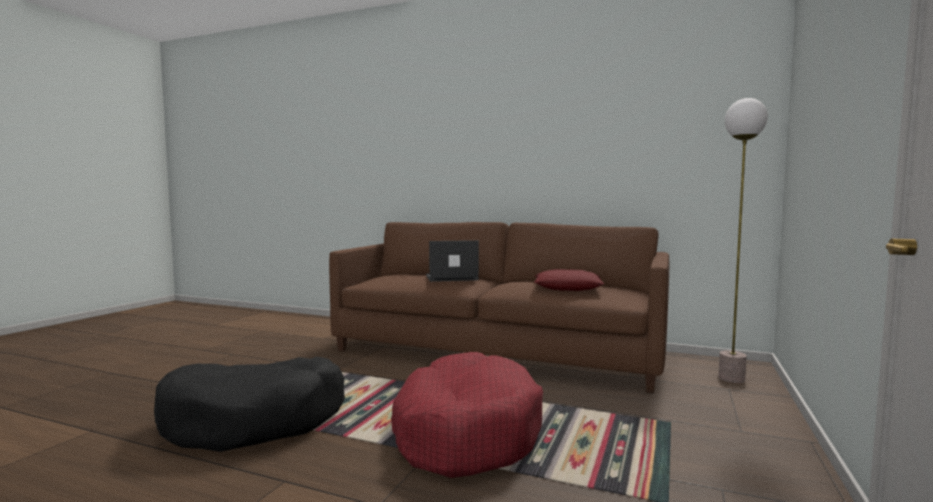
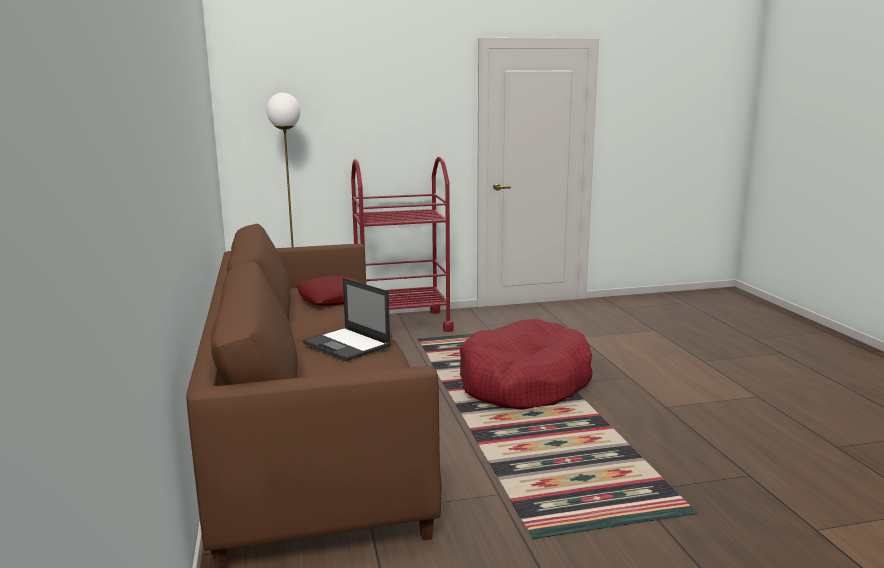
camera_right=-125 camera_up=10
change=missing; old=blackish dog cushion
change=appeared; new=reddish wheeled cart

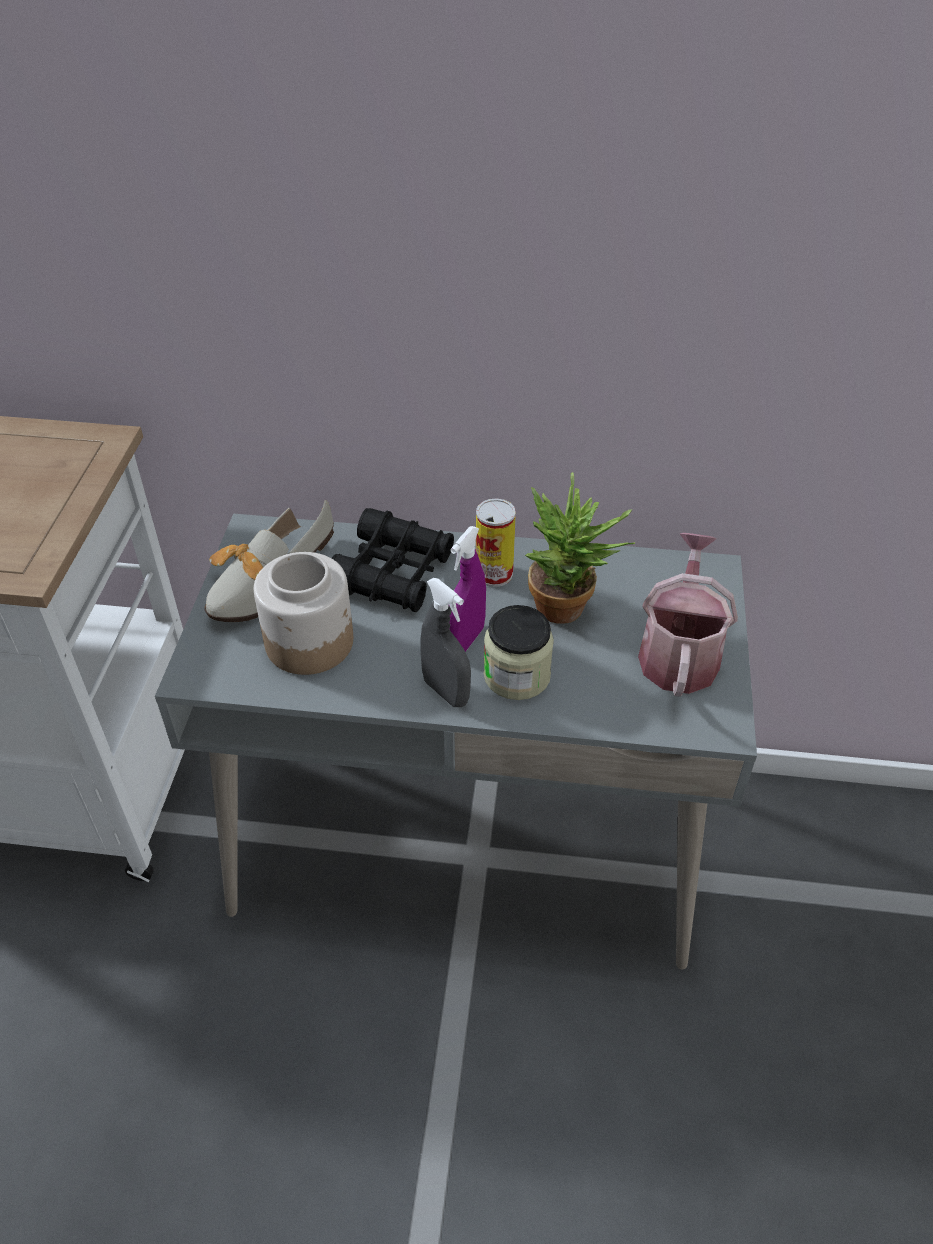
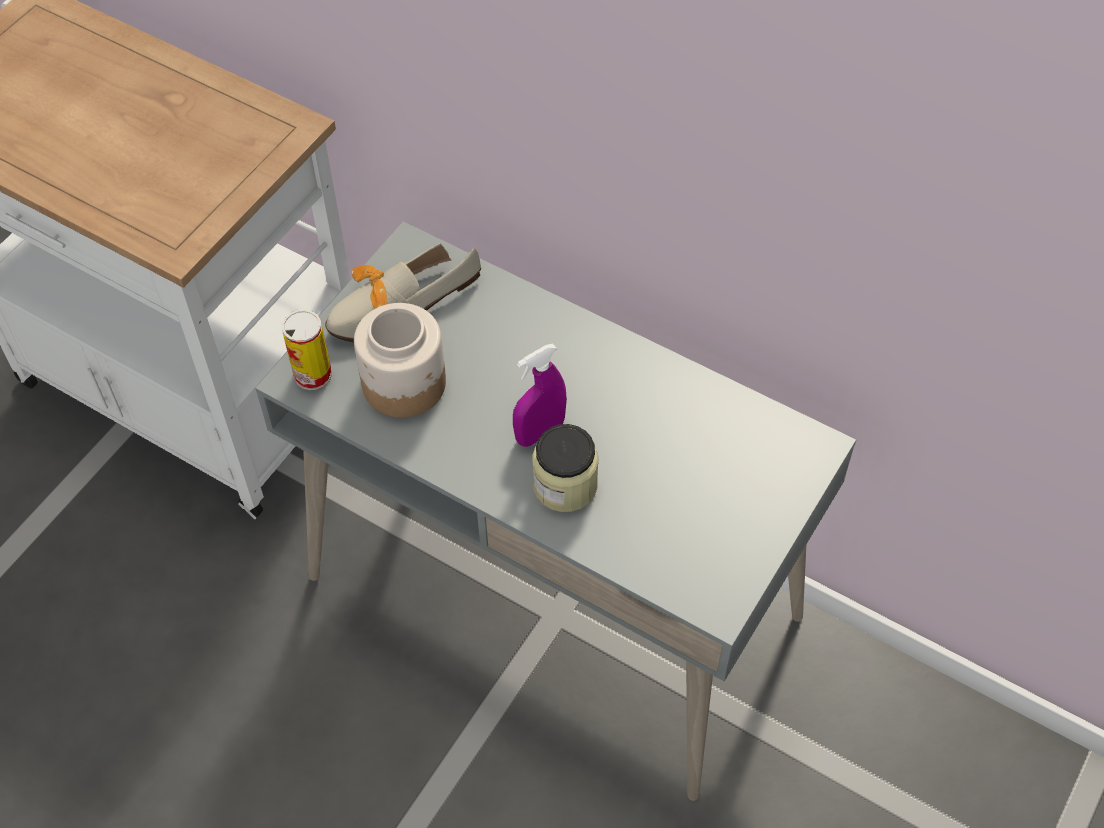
camera_right=25 camera_up=10
change=missing; old=potted plant
change=relocated; old=metal can
change=missing; old=blackish binoculars
change=missing; old=sprinkling can
change=missing; old=gray spray bottle

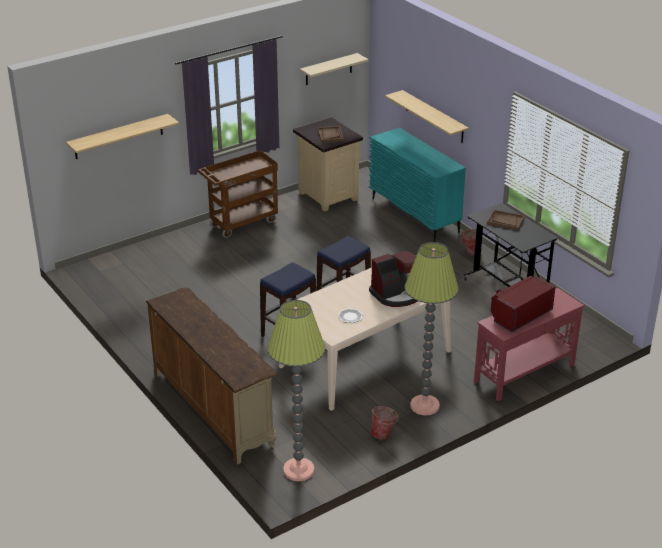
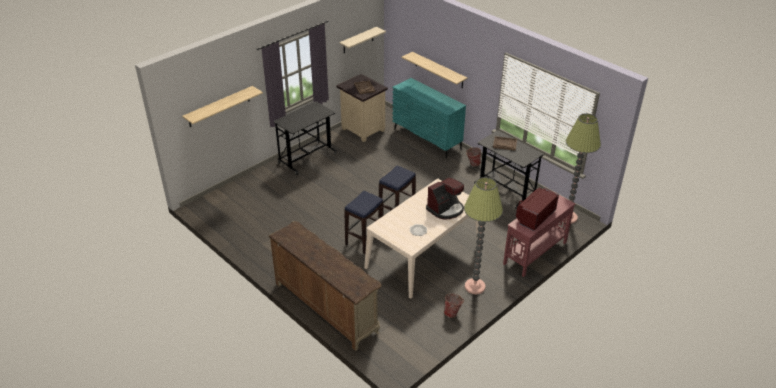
camera_right=-10 camera_up=5
change=exchanged; old=brownish wheeled cart; new=blackish desk table (no. 1 from left)
change=relocated; old=standing lamp (no. 1 from left in the first image); new=standing lamp (no. 2 from left)

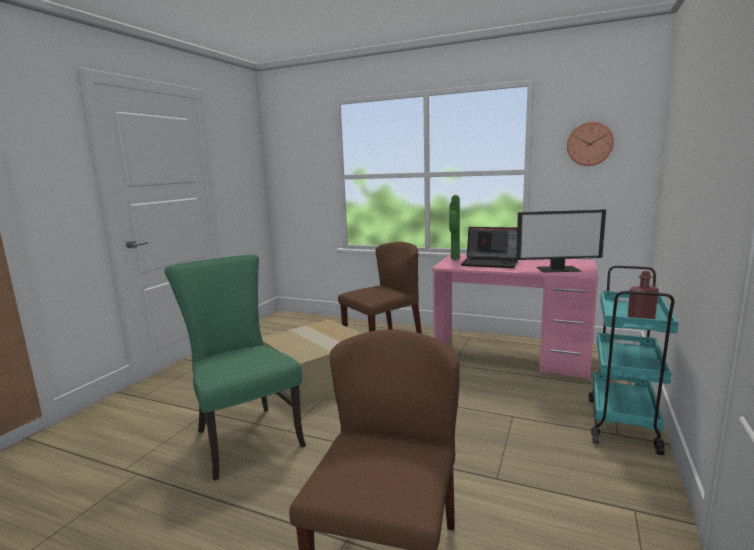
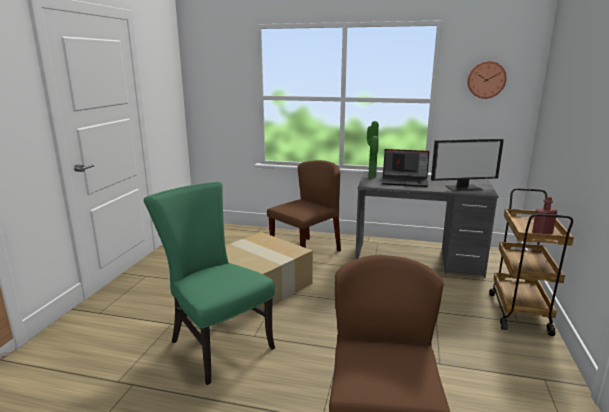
camera_right=-10 camera_up=5
change=colour; old=pinkish desk table; new=gray desk table
change=colour; old=turquoise-coloured wheeled cart; new=brownish wheeled cart

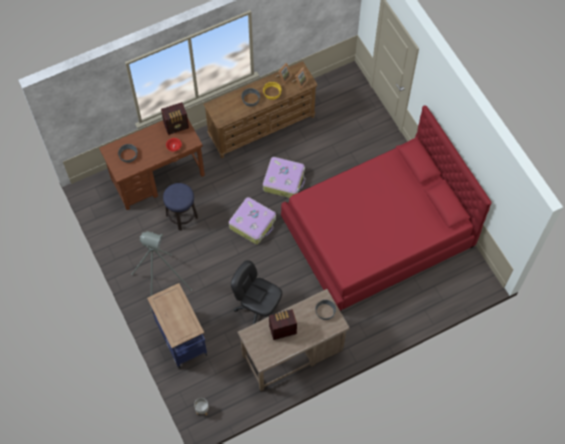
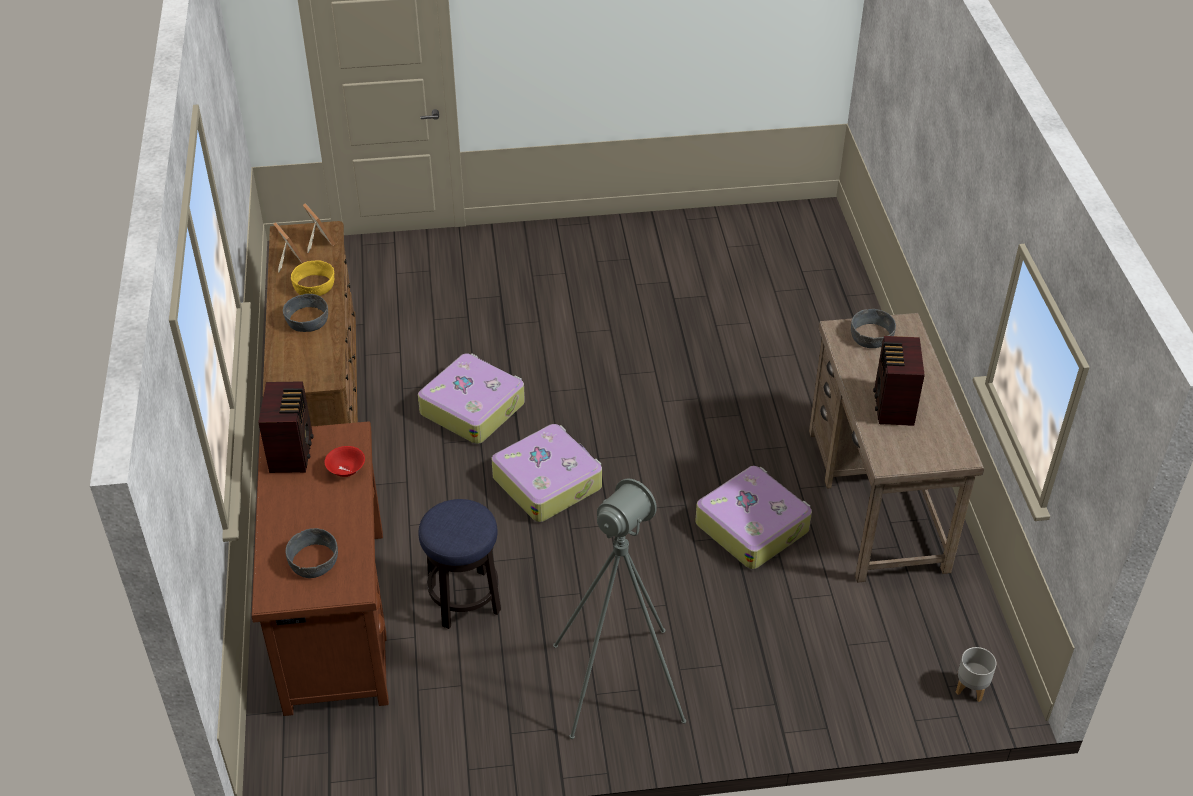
camera_right=-70 camera_up=-20
change=missing; old=reddish bed
change=exchanged; old=blackish office chair; new=suitcase (no. 3 from left)
change=missing; old=blue-coloured wheeled cart

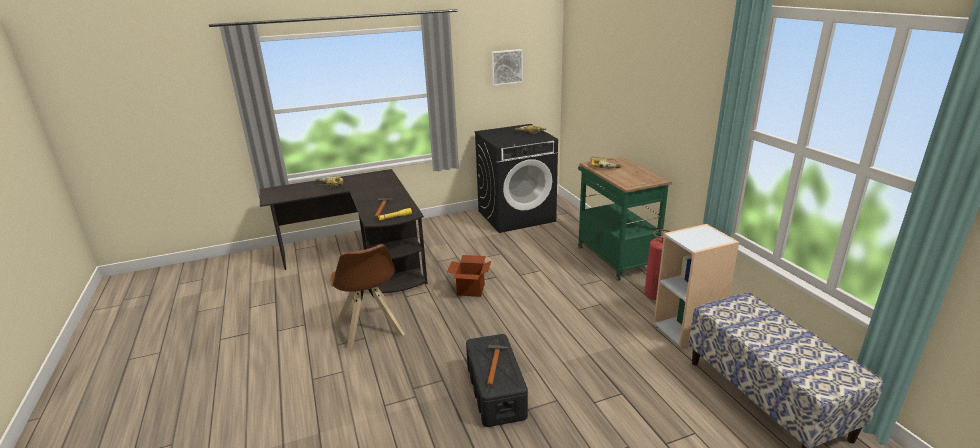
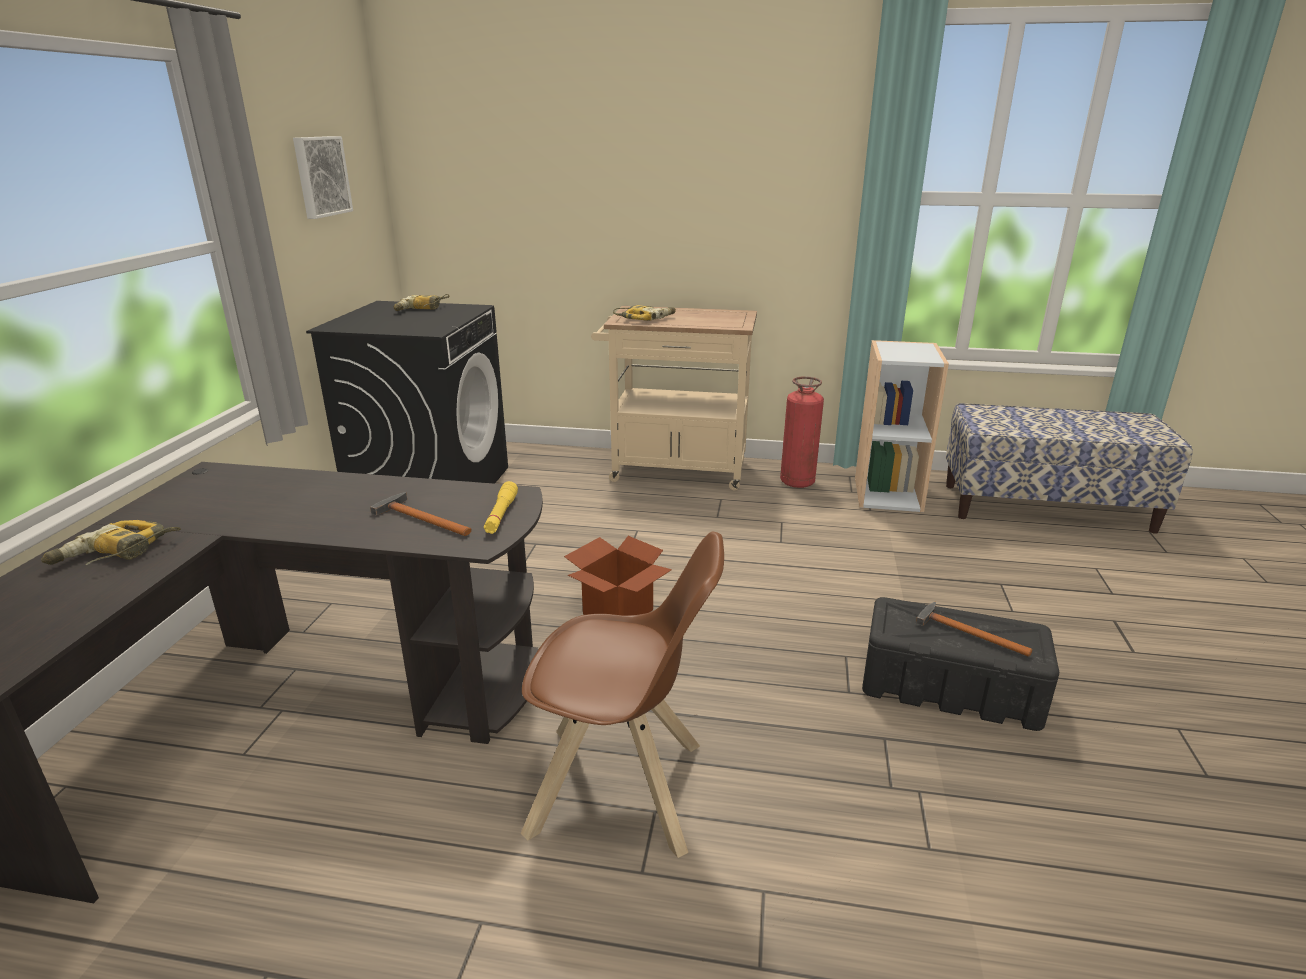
camera_right=-60 camera_up=0
change=colour; old=green-coloured wheeled cart; new=beige wheeled cart

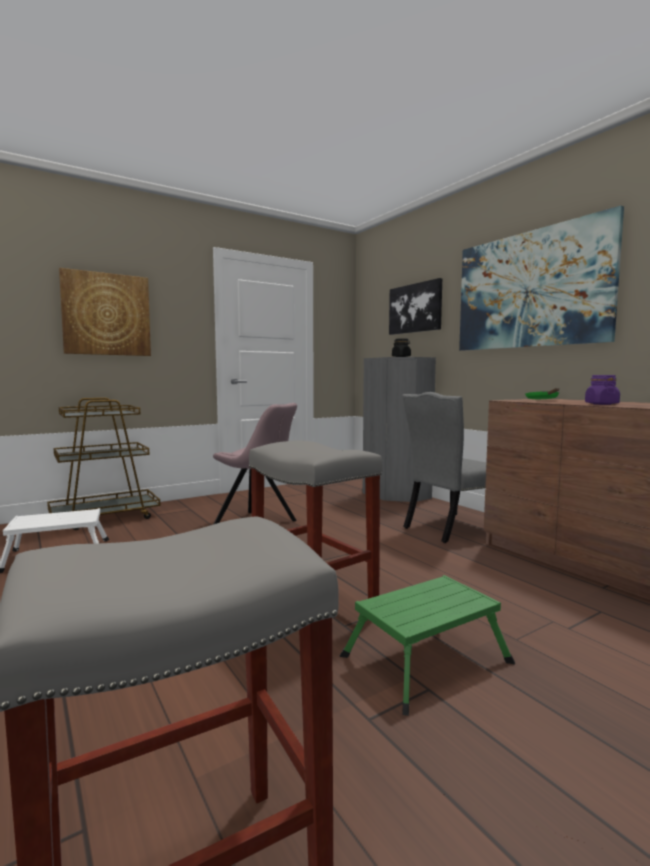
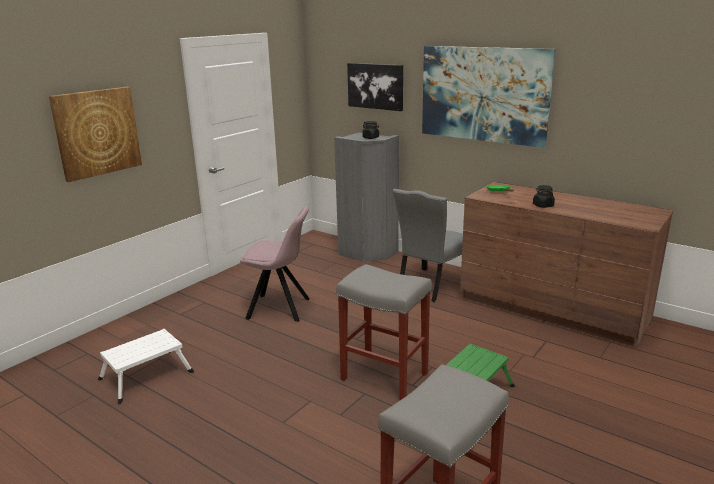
camera_right=-20 camera_up=15
change=colour; old=purplish preserve jar; new=blackish preserve jar (no. 2 from left)
change=missing; old=brownish wheeled cart

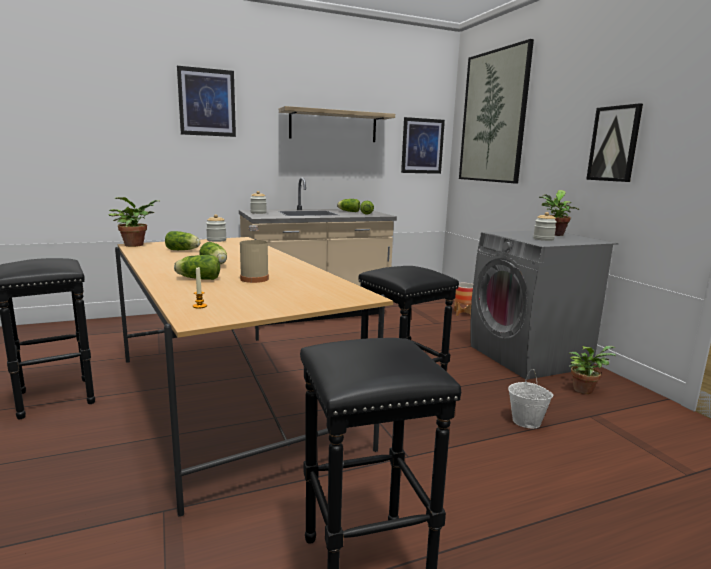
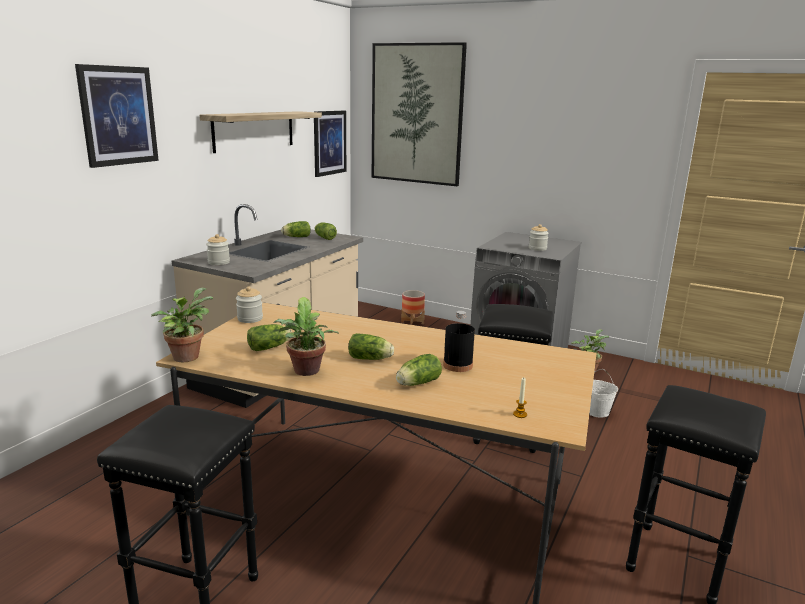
camera_right=-40 camera_up=5
change=missing; old=wall picture (no. 4 from left)
change=relocated; old=potted plant (no. 2 from left)
change=colour; old=beige drink bottle; new=blackish drink bottle

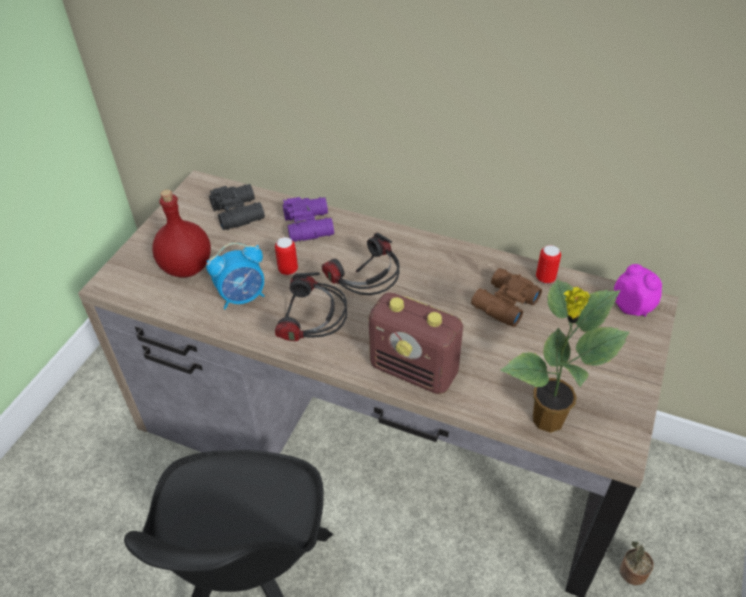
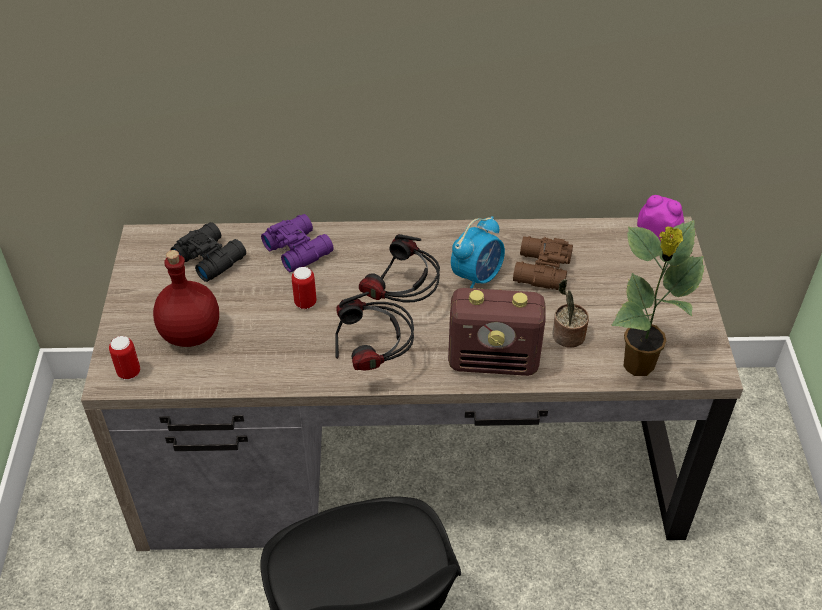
camera_right=-25 camera_up=0
change=relocated; old=table clock (no. 1 from left)
change=relocated; old=metal can (no. 2 from left in the first image); new=metal can (no. 1 from left)
change=relocated; old=potted plant (no. 2 from left in the first image); new=potted plant (no. 1 from left)

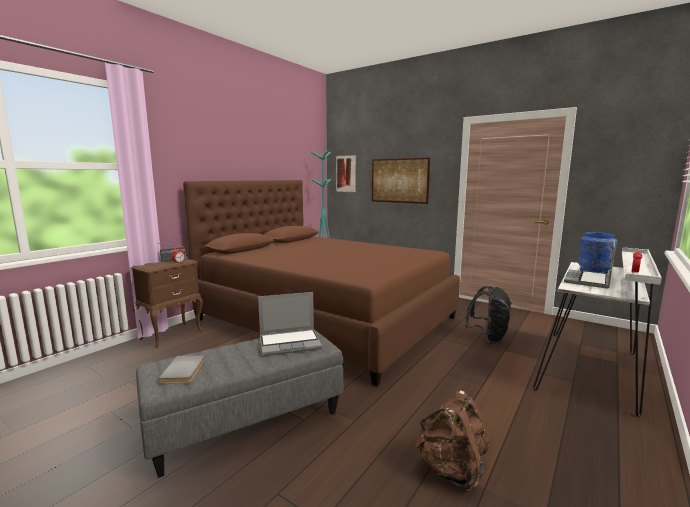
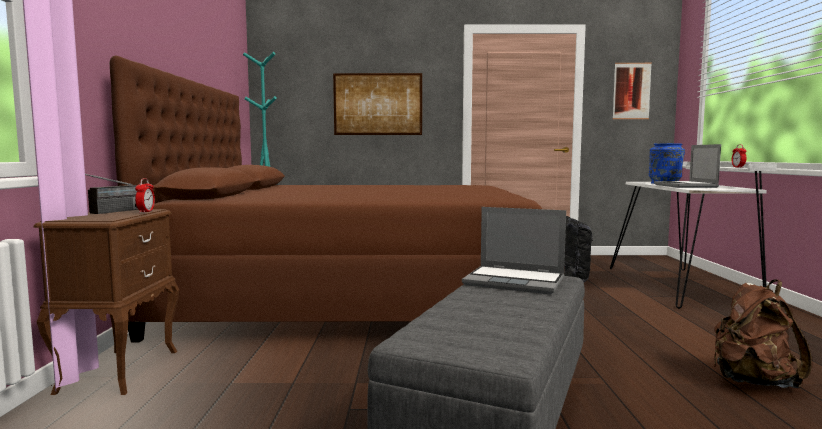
camera_right=-35 camera_up=-5
change=relocated; old=wall picture (no. 1 from left in the first image); new=wall picture (no. 2 from left)
change=spun; old=notebook computer (no. 1 from left); degrees=75
change=missing; old=gray volume

